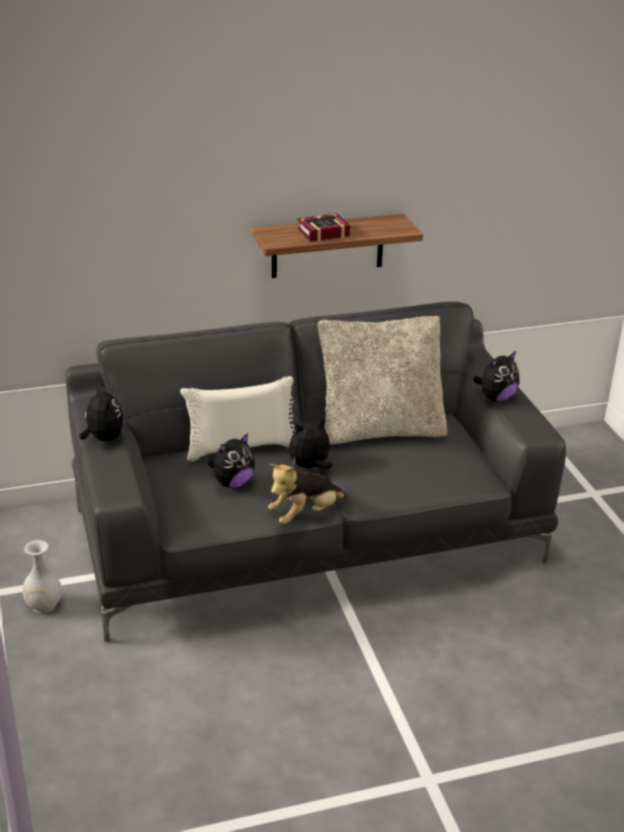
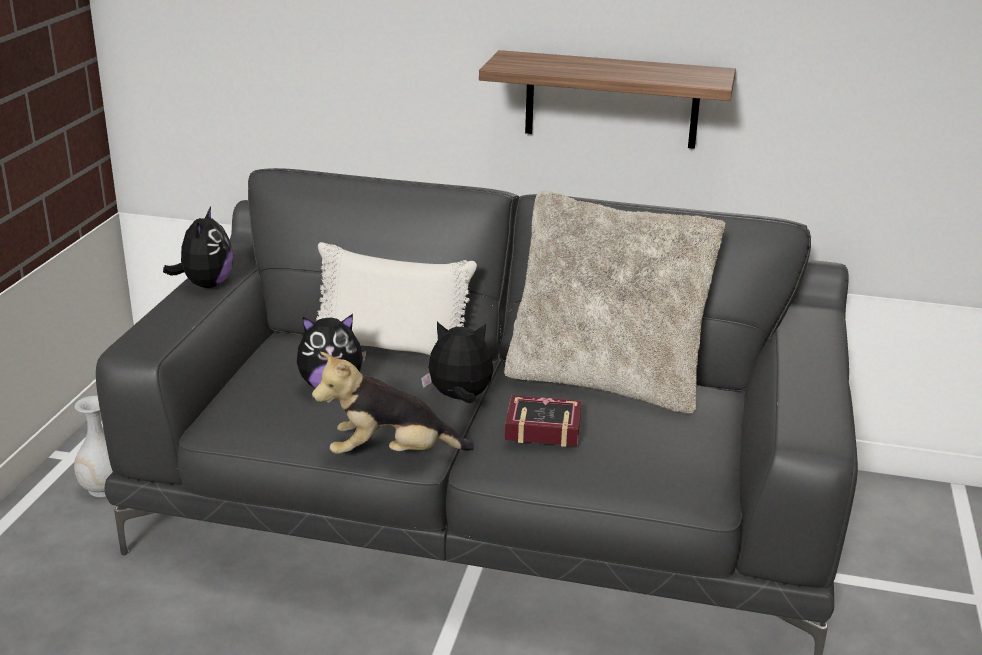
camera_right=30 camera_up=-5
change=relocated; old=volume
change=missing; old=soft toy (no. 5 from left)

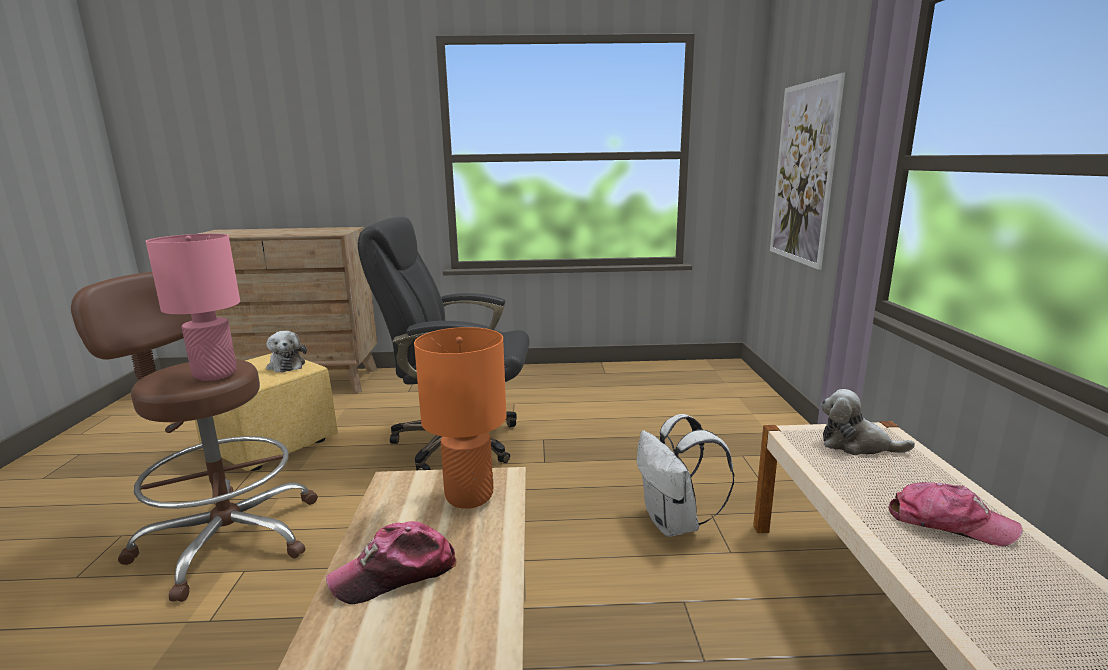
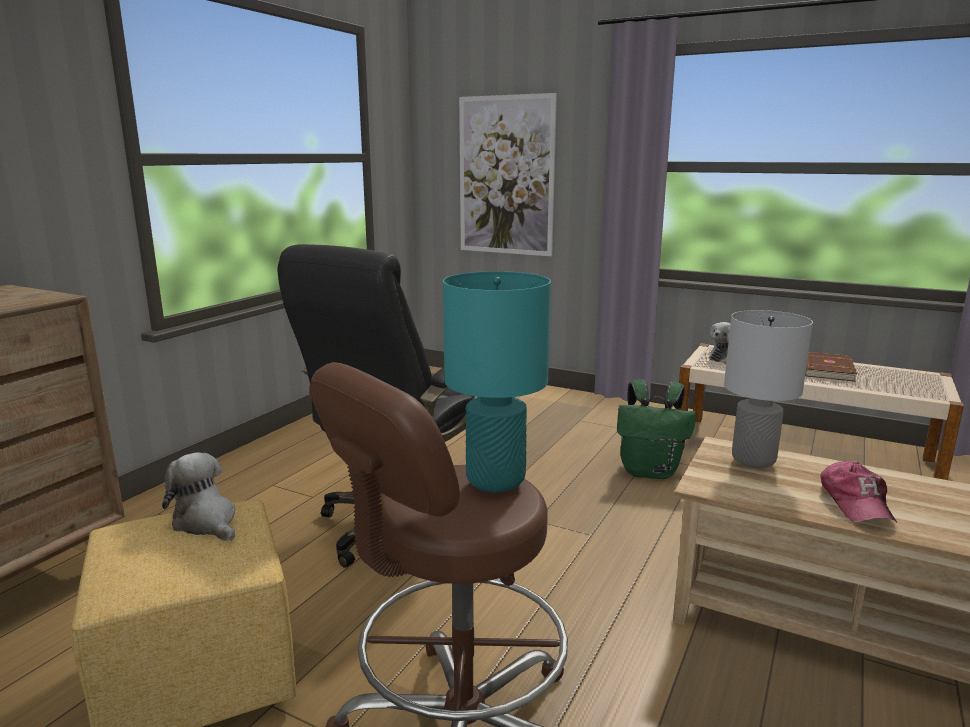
camera_right=-60 camera_up=0
change=colour; old=pinkish table lamp; new=turquoise-coloured table lamp
change=colour; old=orangey table lamp; new=gray table lamp
change=spun; old=soft toy (no. 1 from left); degrees=-135
change=colour; old=white-coloured knapsack; new=green-coloured knapsack
change=exchanged; old=peaked cap (no. 2 from left); new=brownish volume

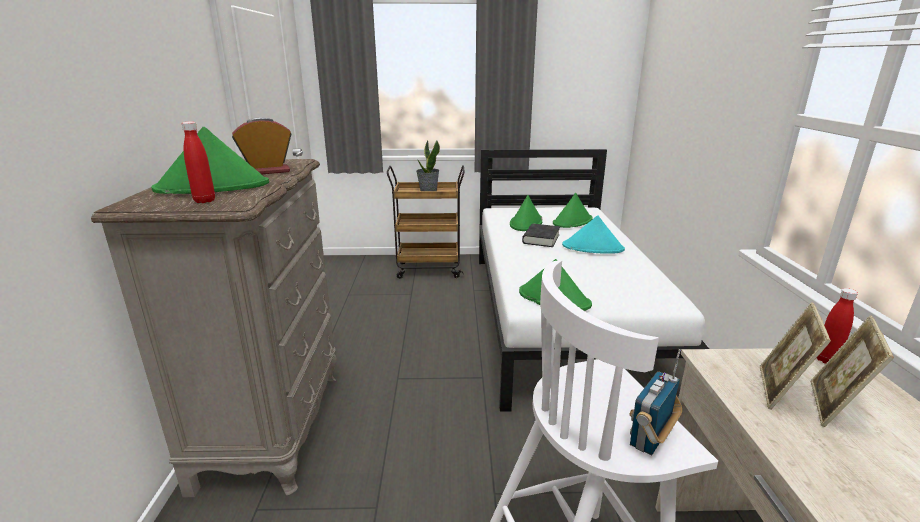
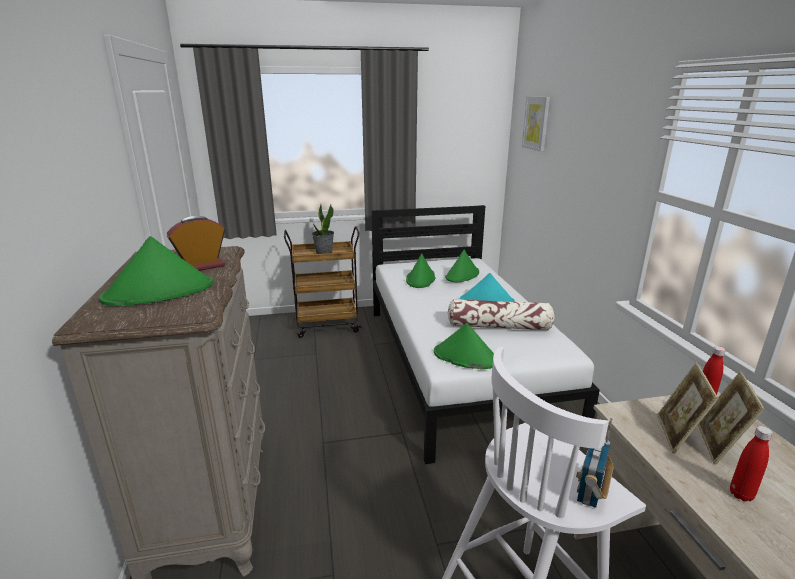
camera_right=-10 camera_up=0
change=relocated; old=reddish drink bottle (no. 1 from left in the first image); new=reddish drink bottle (no. 2 from left)
change=missing; old=blackish volume
change=appeared; new=wall picture
change=appeared; new=throw pillow

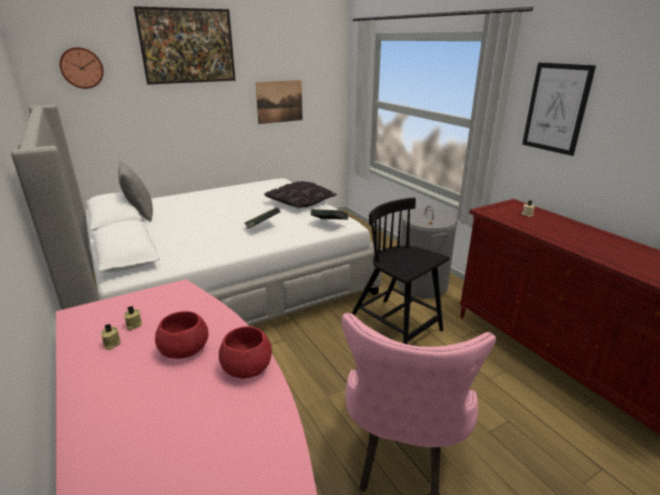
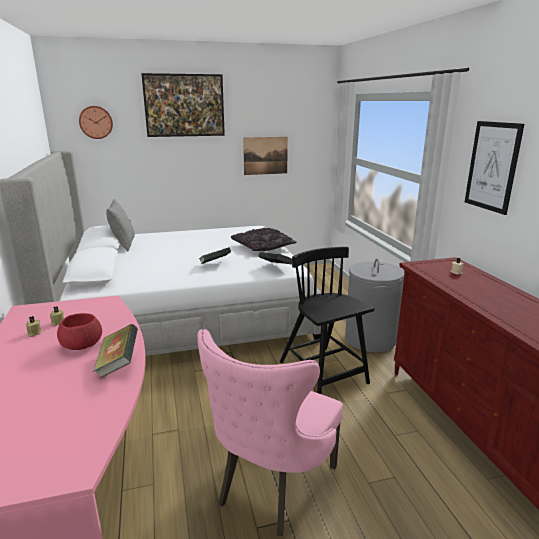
camera_right=15 camera_up=-5
change=exchanged; old=reddish bowl (no. 2 from left); new=volume (no. 1 from left)

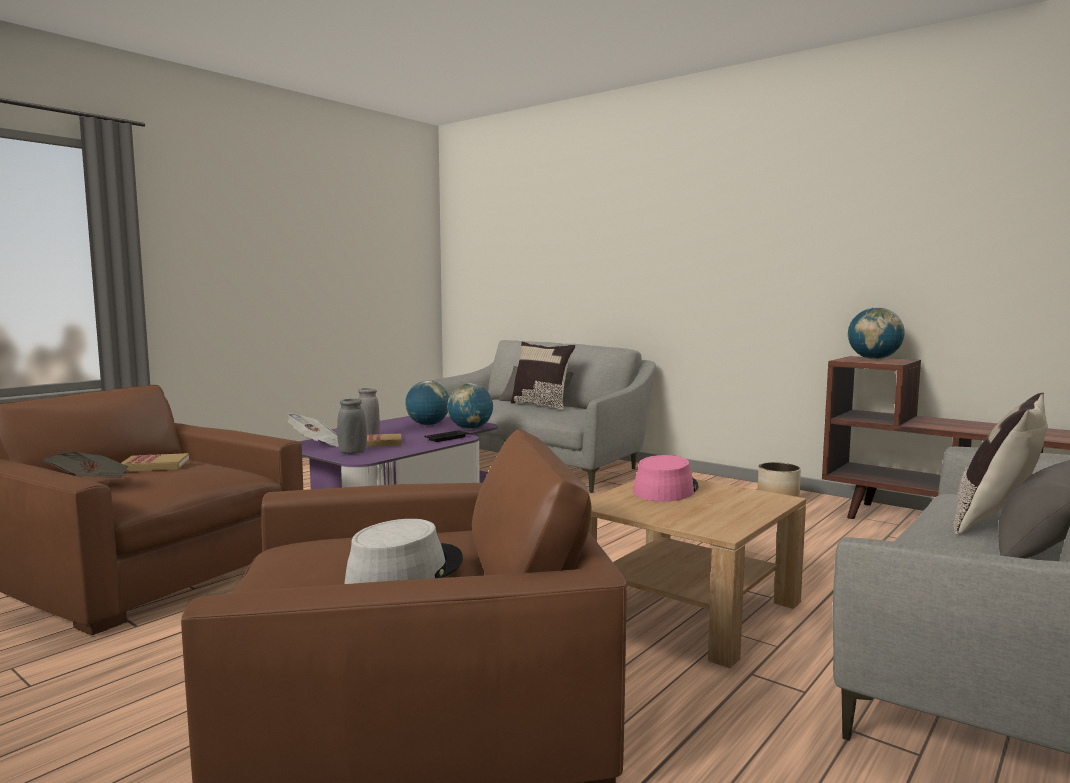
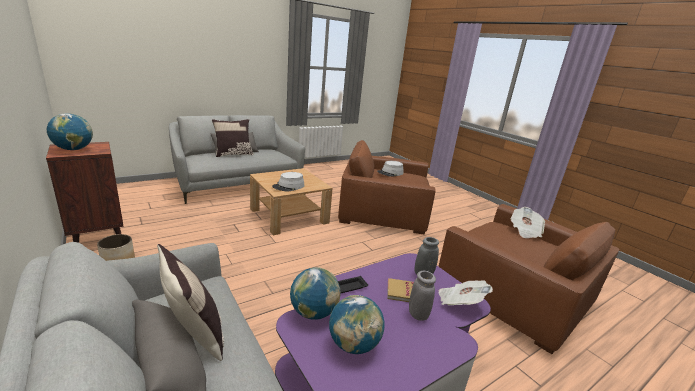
camera_right=-165 camera_up=15
change=missing; old=volume (no. 1 from left)
change=colour; old=pinkish hat; new=gray hat (no. 1 from left)

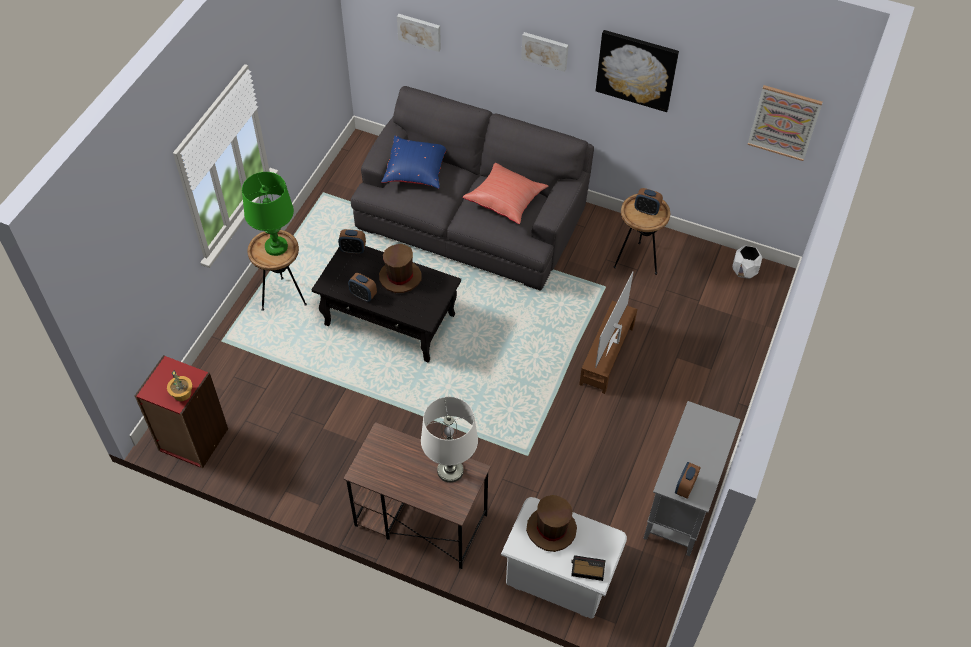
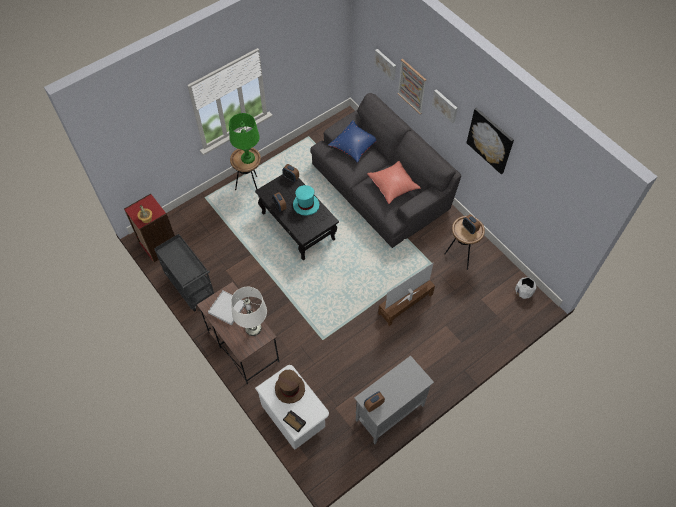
camera_right=30 camera_up=5
change=relocated; old=wall picture (no. 4 from left in the first image); new=wall picture (no. 2 from left)
change=colour; old=brownish hat (no. 1 from left); new=turquoise-coloured hat
change=appeared; new=gray wheeled cart
change=appeared; new=white-coloured carrying tray

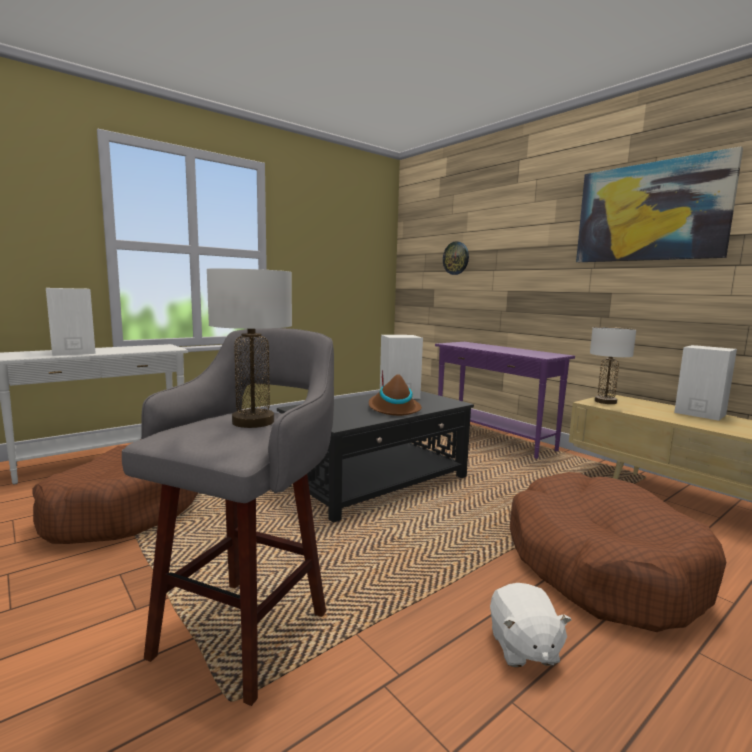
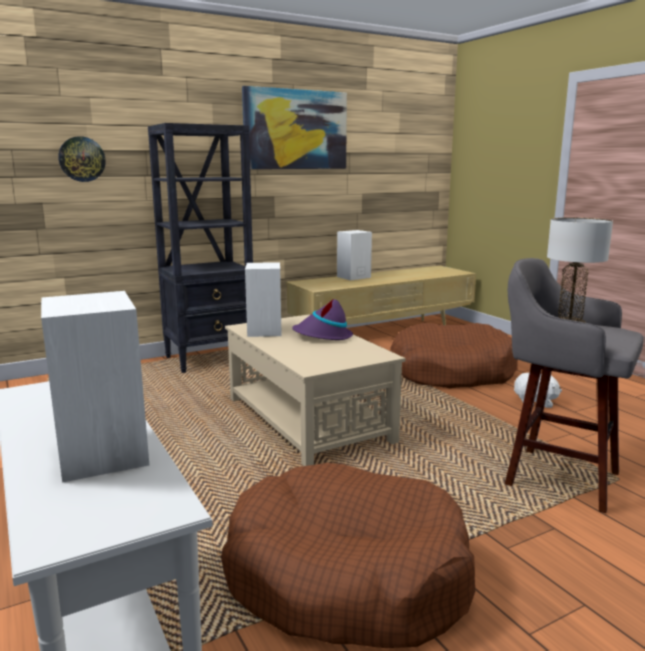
camera_right=-80 camera_up=5
change=missing; old=table lamp (no. 2 from left)
change=exchanged; old=purplish narrow table; new=blackish bookshelf
change=colour; old=brownish hat; new=purplish hat
change=colour; old=blackish lounge table; new=beige lounge table

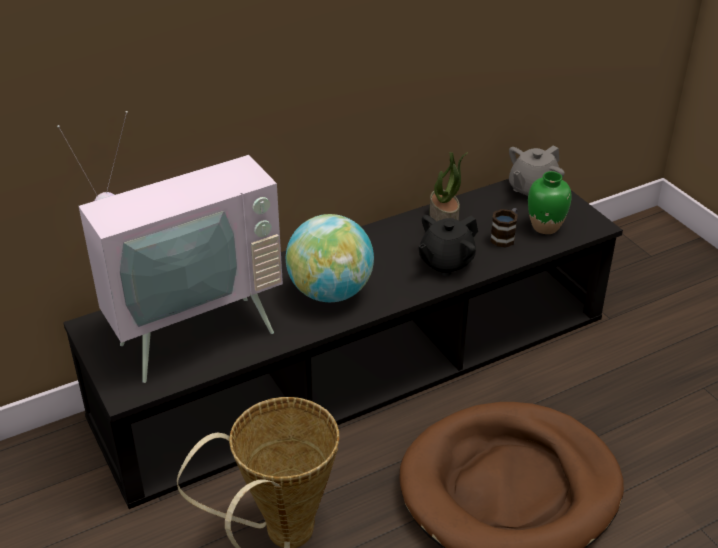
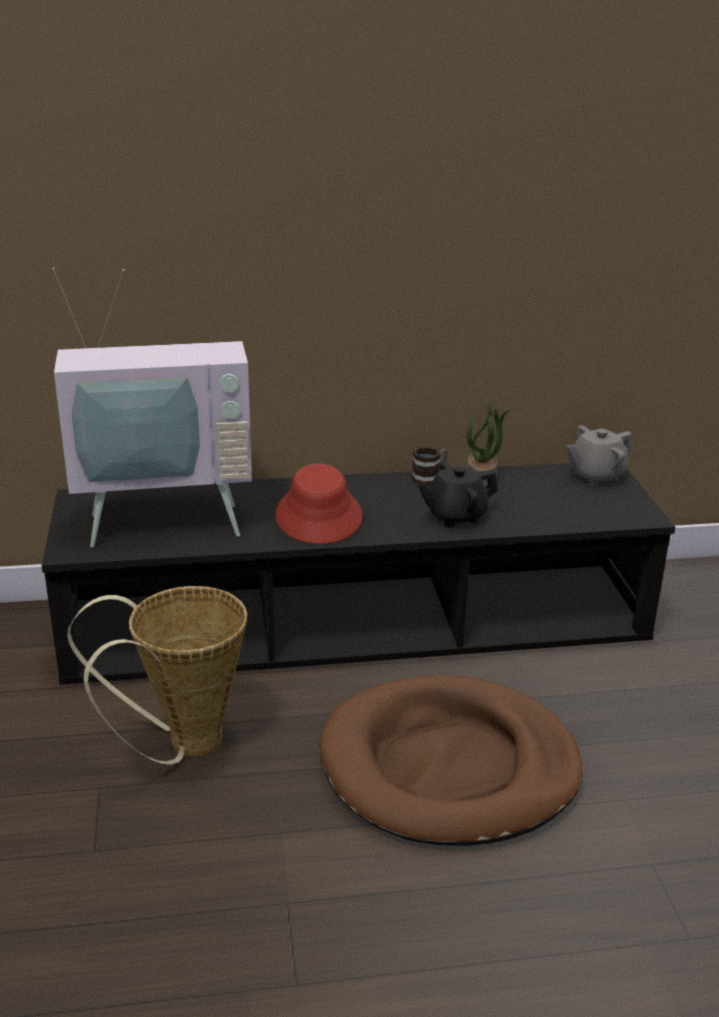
camera_right=20 camera_up=-10
change=missing; old=green-coloured vase
change=relocated; old=tea mug
change=exchanged; old=globe; new=reddish hat

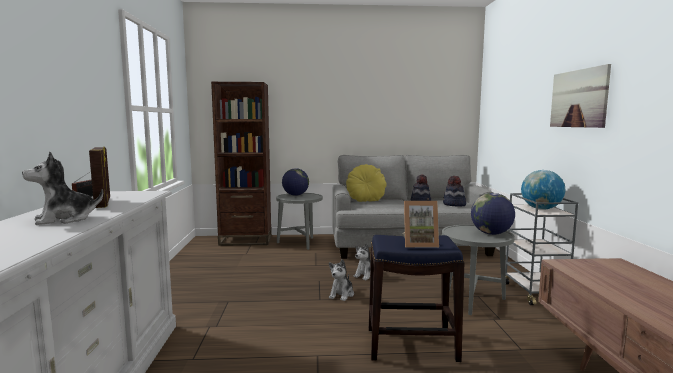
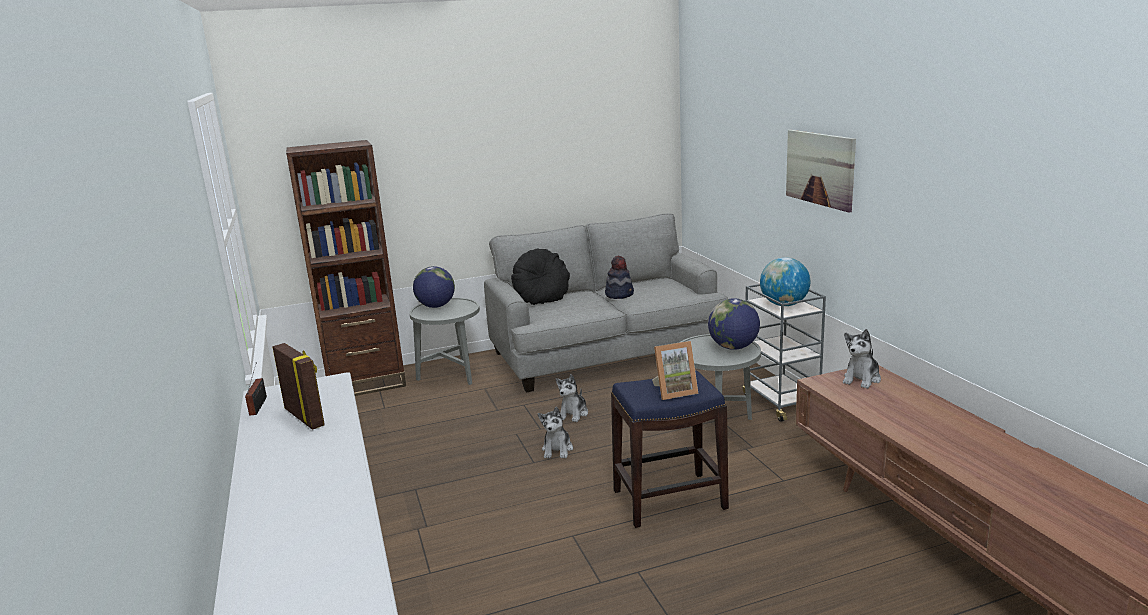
camera_right=-15 camera_up=10
change=relocated; old=soft toy (no. 1 from left in the first image); new=soft toy (no. 3 from left)
change=colour; old=yellow-coloured throw pillow; new=blackish throw pillow
change=missing; old=hat (no. 2 from left)

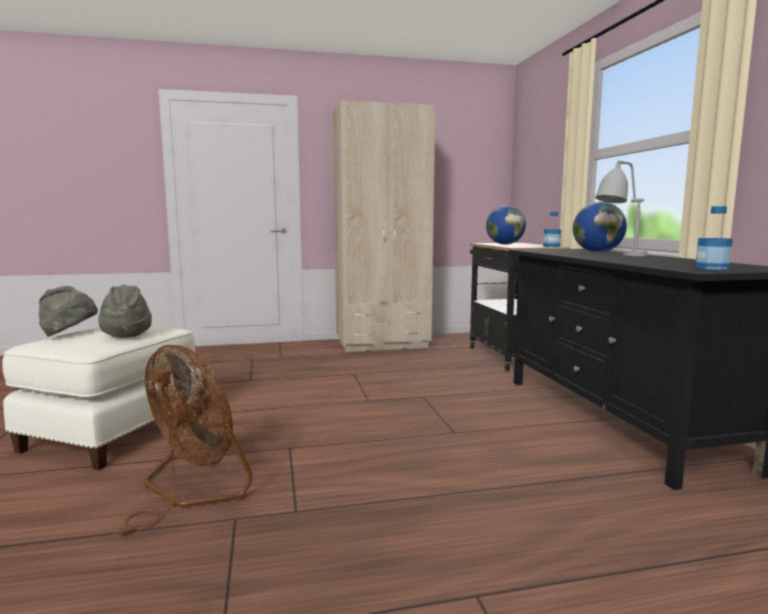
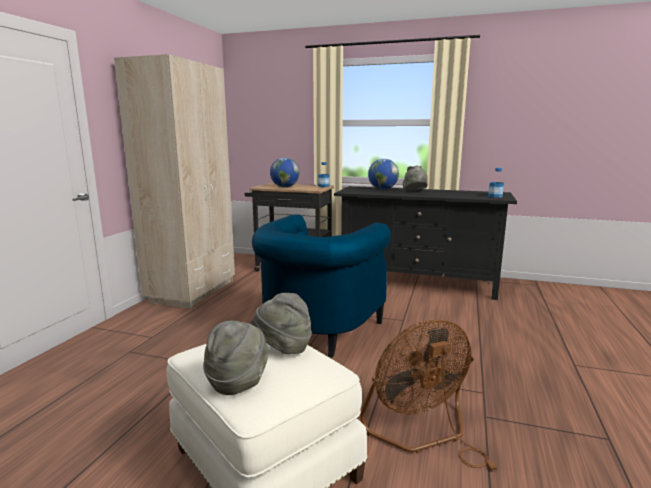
camera_right=-60 camera_up=5
change=exchanged; old=gray table lamp; new=gray hat (no. 3 from left)
change=appeared; new=blue-coloured armchair

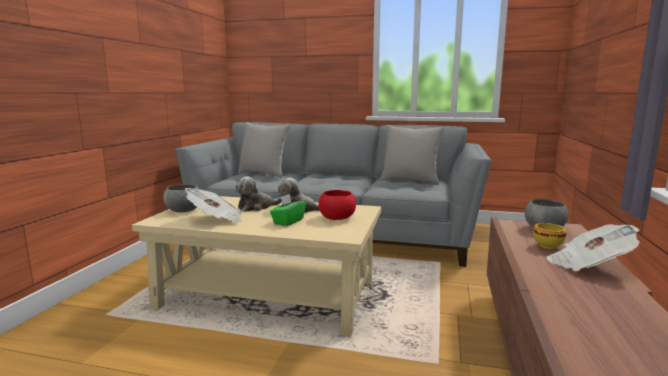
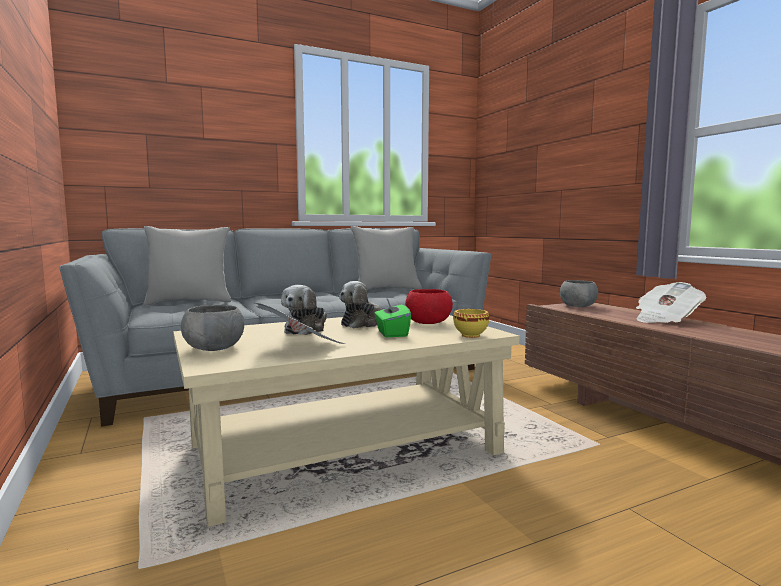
camera_right=-40 camera_up=-5
change=relocated; old=yellow-coloured bowl

